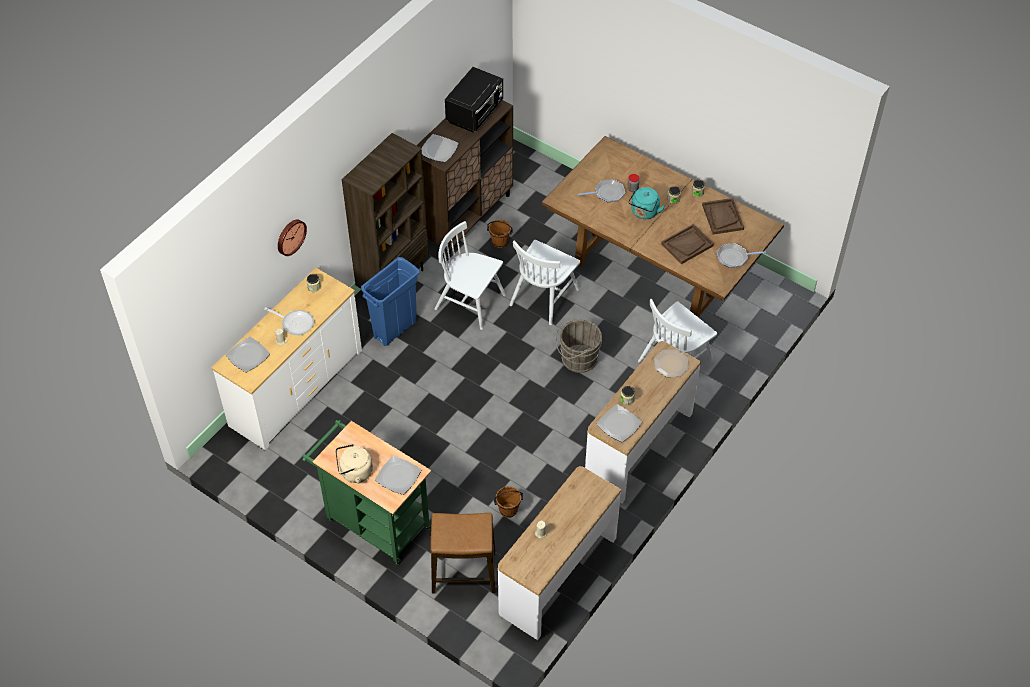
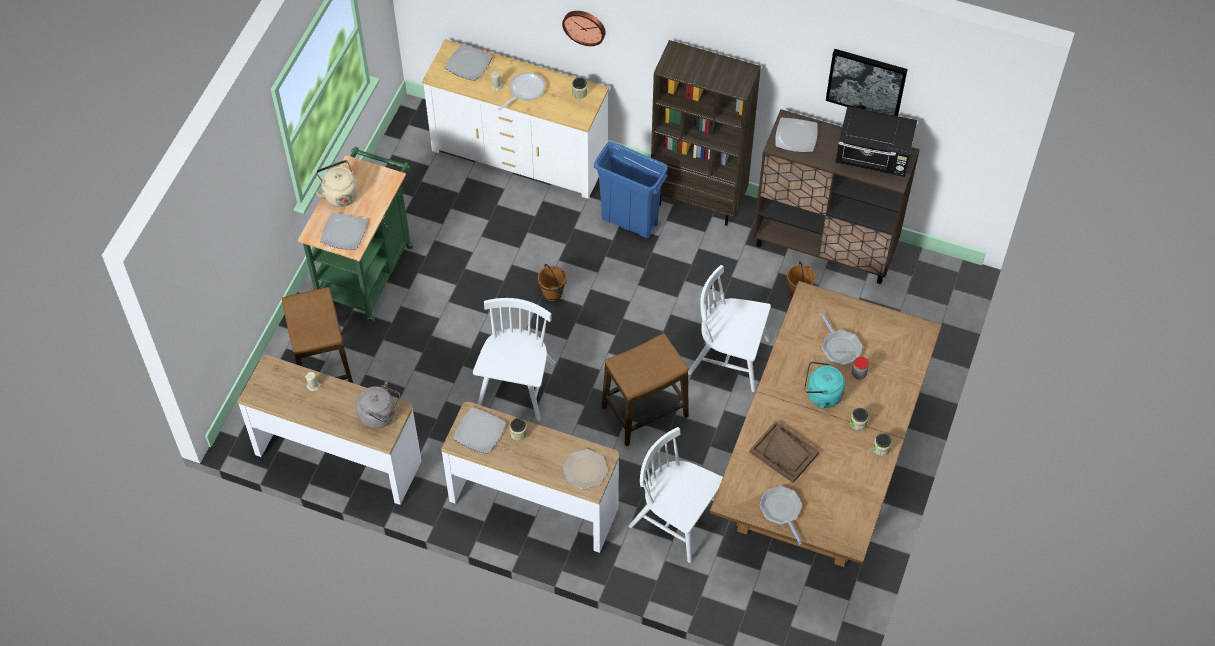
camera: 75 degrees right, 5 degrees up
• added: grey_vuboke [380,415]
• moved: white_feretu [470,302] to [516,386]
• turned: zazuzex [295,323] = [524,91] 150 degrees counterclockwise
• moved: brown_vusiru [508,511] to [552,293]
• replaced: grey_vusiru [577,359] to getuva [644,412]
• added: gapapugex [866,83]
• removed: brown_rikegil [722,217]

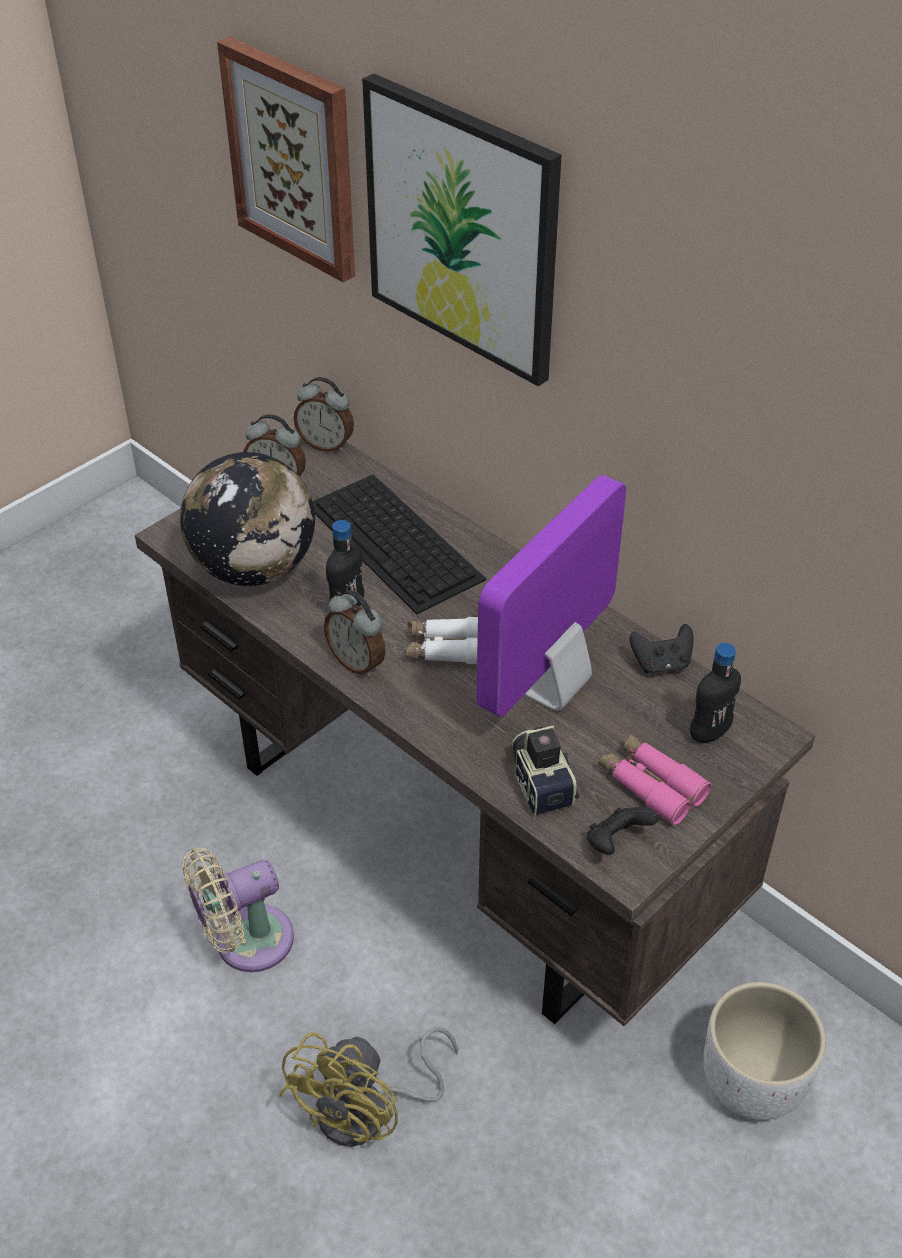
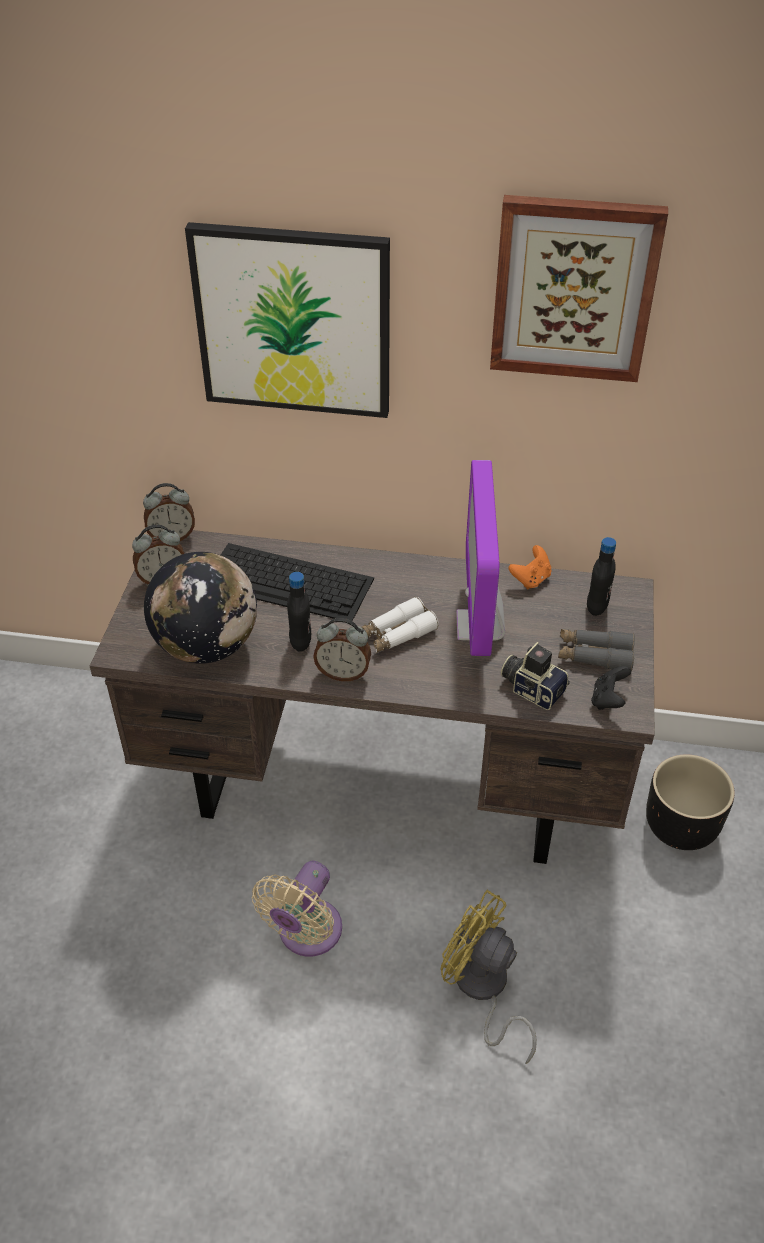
camera: 35 degrees left, 0 degrees up
• turned: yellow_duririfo [368,1112] = [482,989] 135 degrees clockwise
• moved: gapapugex [294,158] to [574,288]
• recoloured: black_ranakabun [661,664] to orange_ranakabun [531,579]
• recoloured: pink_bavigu [651,785] to grey_bavigu [594,655]
• recoloured: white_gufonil [751,1082] to black_gufonil [680,828]

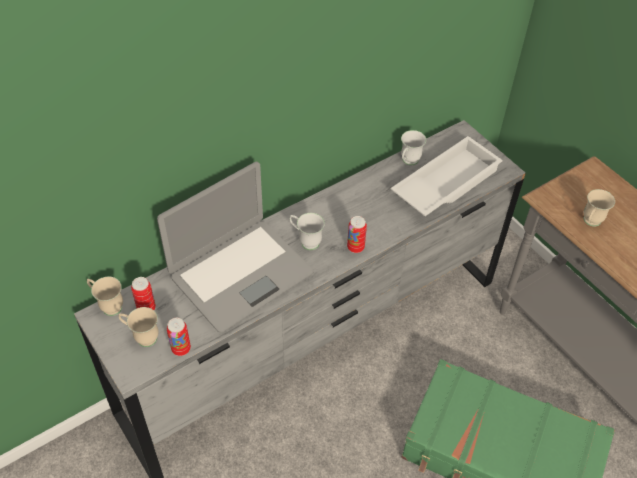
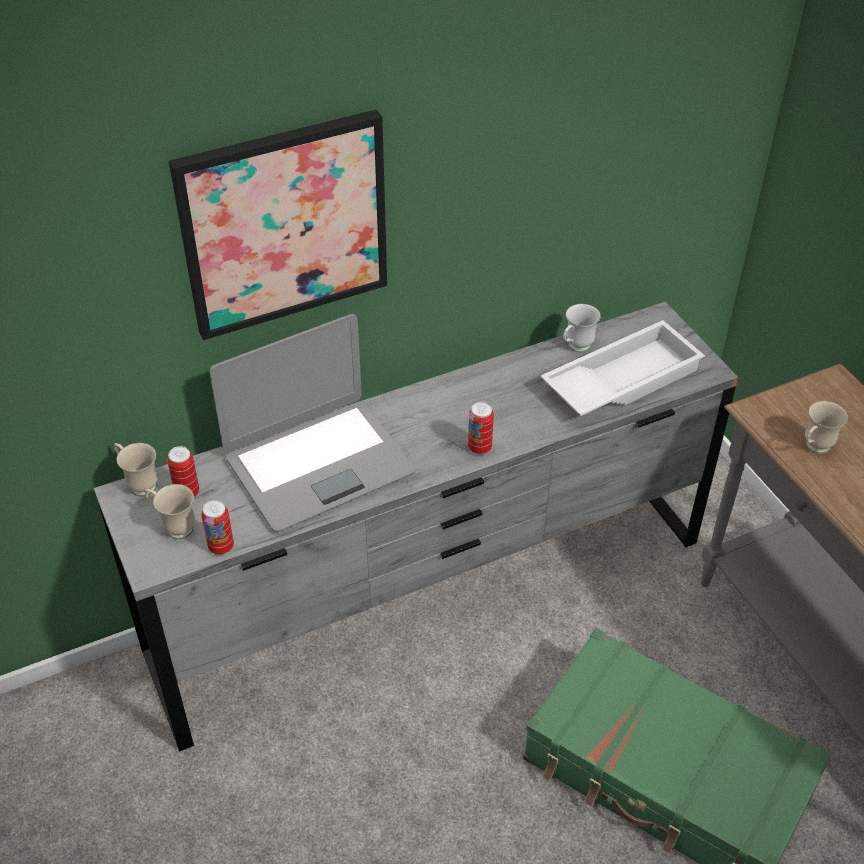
camera: 10 degrees right, 5 degrees down
• added: gapapugex [284,224]
• removed: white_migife [305,241]

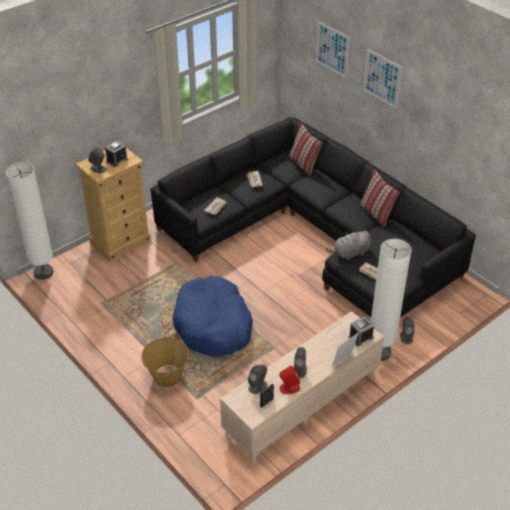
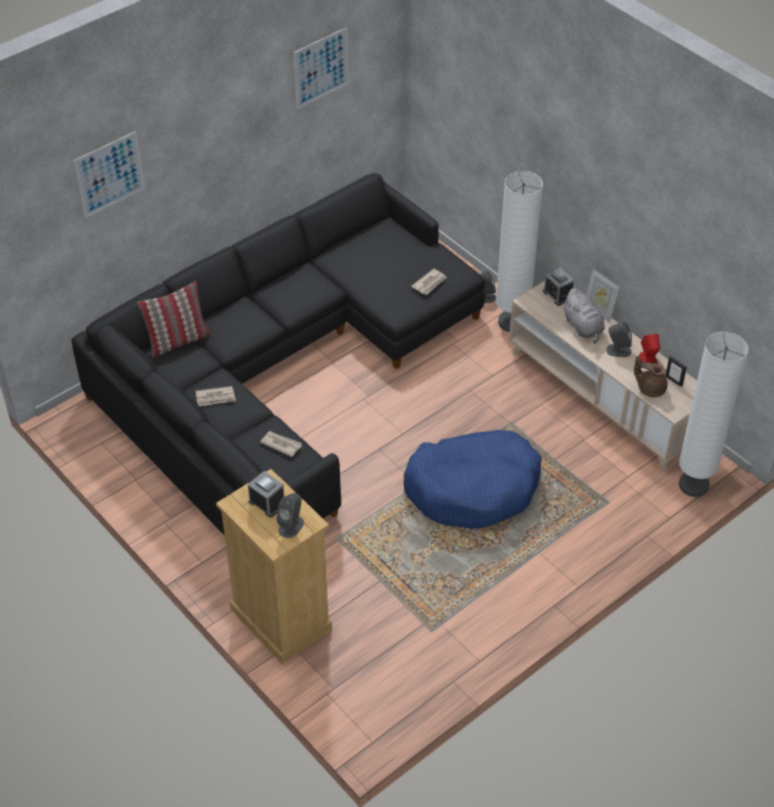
camera: 90 degrees left, 5 degrees up
• moved: gapapugex [382,78] to [321,68]
• moved: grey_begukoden [350,253] to [583,327]
• replaced: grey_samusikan [258,386] to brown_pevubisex [650,388]
• moved: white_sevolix [43,273] to [693,485]
• removed: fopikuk [167,376]
• removed: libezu [376,213]

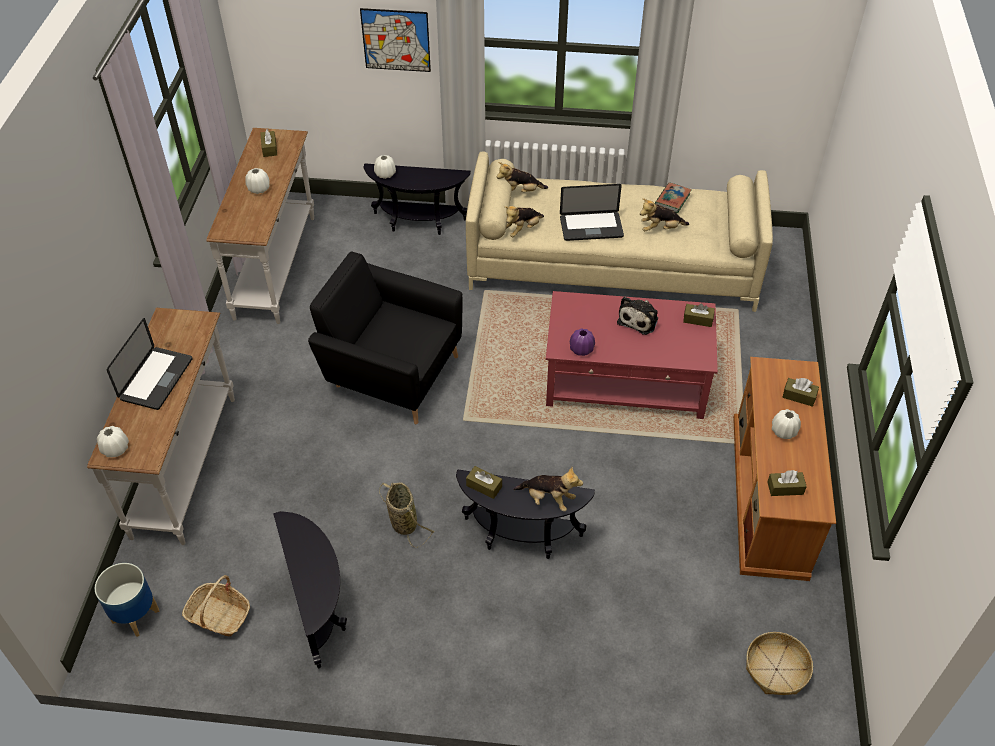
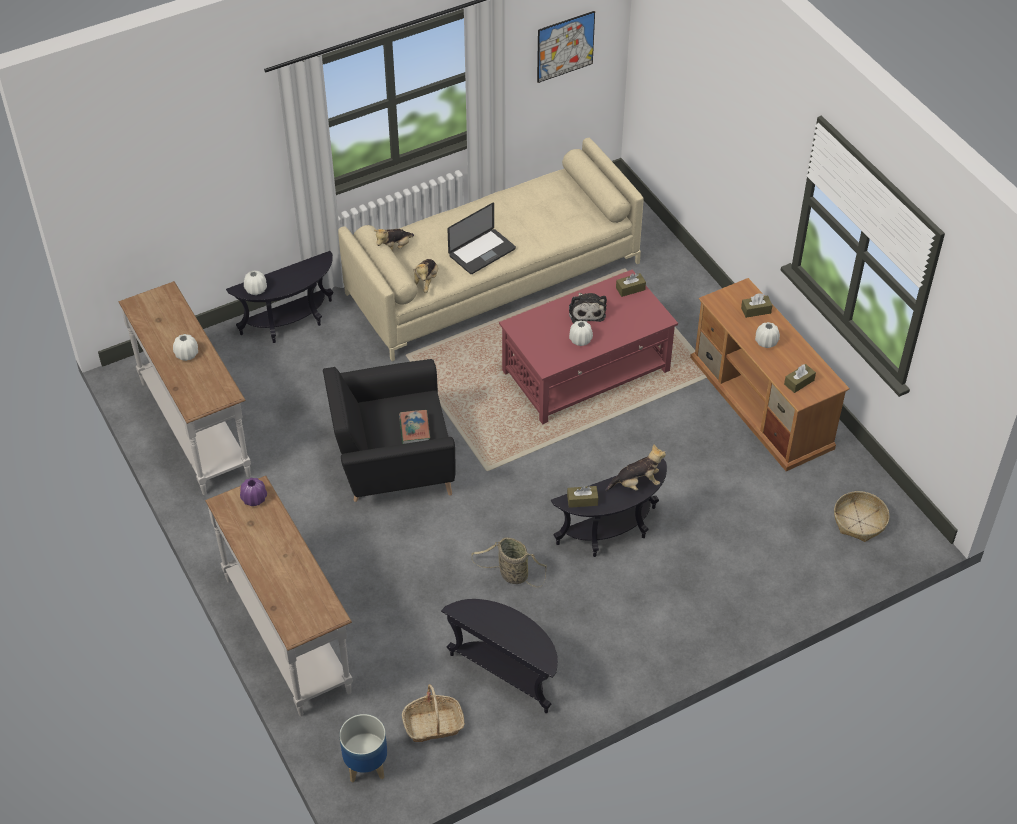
camera: 35 degrees left, 0 degrees up
• moved: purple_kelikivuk [581,349] to [254,498]
• moved: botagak [672,200] to [414,429]
• moved: gapapugex [396,40] to [565,46]
• moved: white_kelikivuk [115,449] to [580,340]
• removed: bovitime [156,379]
• removed: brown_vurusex [269,148]
• removed: begukoden [660,229]

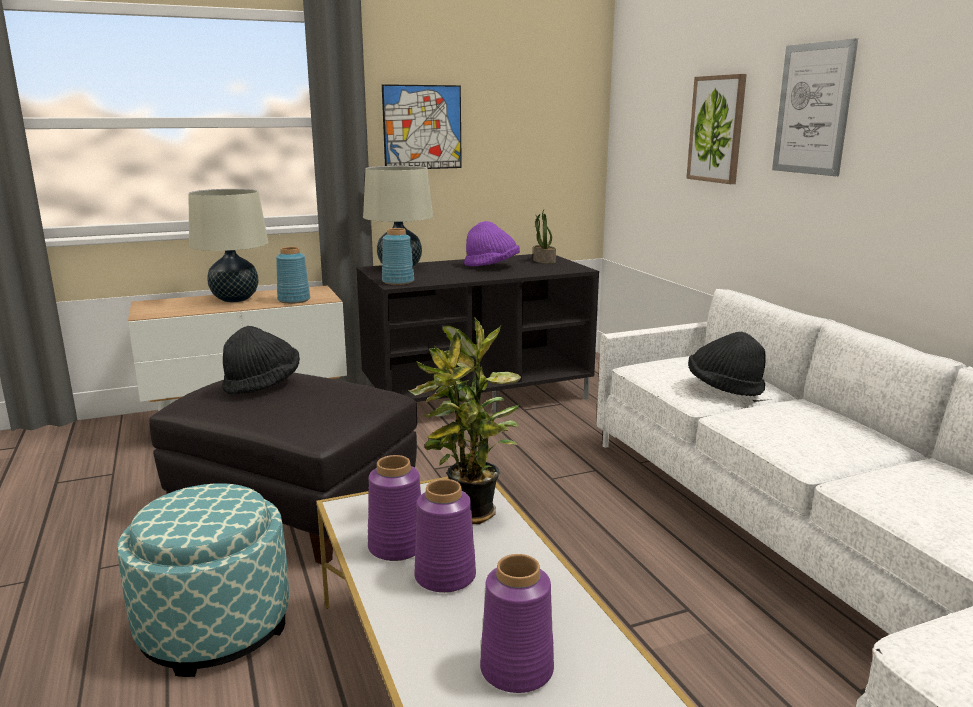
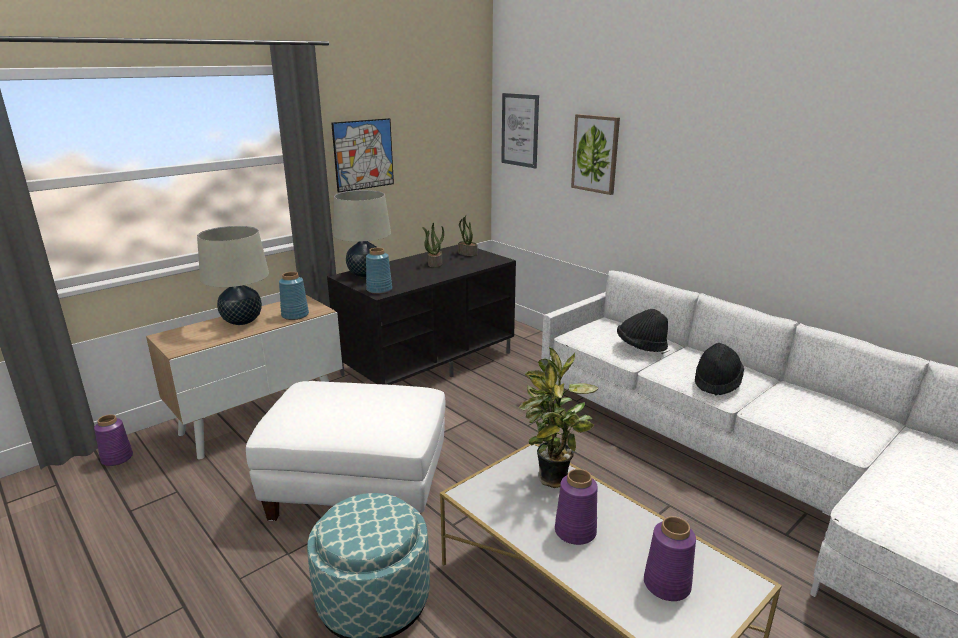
camera: 20 degrees left, 5 degrees up
• moved: purple_kelikivuk [396,547] to [116,459]
• recoloured: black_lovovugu [294,507] to white_lovovugu [358,488]
• replaced: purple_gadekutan [492,266] to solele [434,264]
• moved: gapapugex [813,109] to [520,130]
• moved: black_gadekutan [262,384] to [717,382]

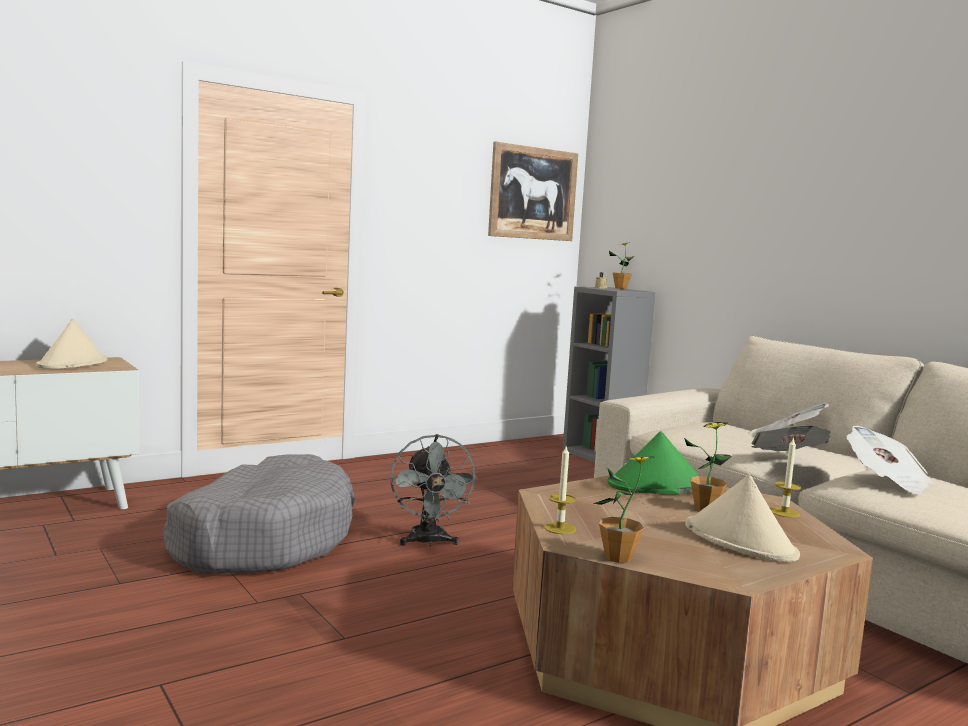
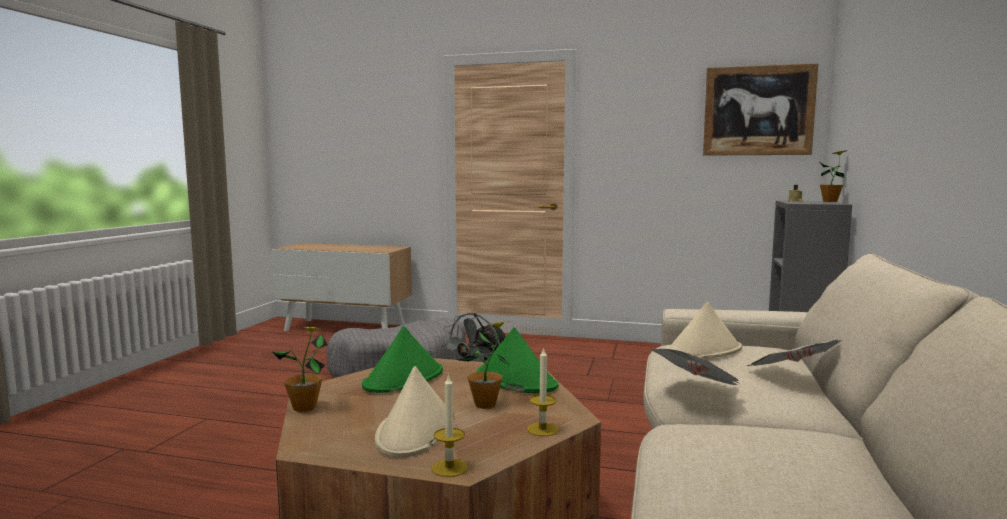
camera: 50 degrees right, 0 degrees up
• added: green_gadekutan [404,379]
• moved: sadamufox [560,528] to [449,468]
• moved: beige_gadekutan [73,364] to [704,351]
• removed: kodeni [887,482]

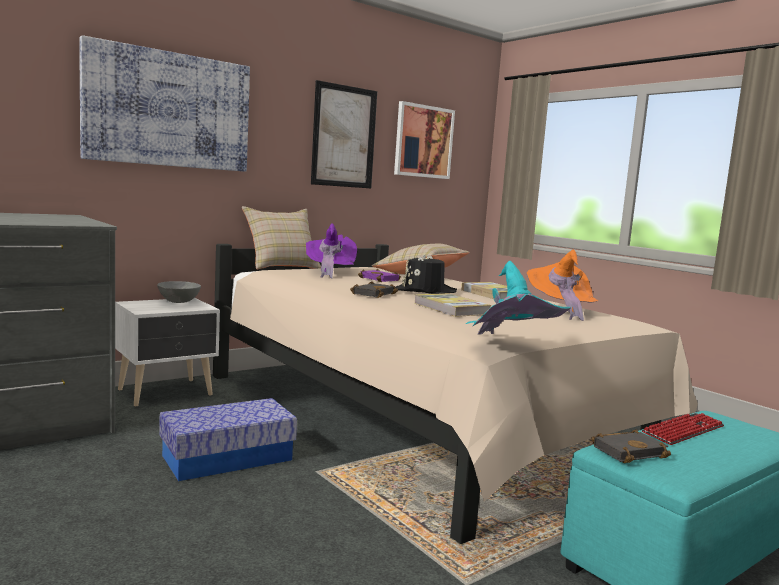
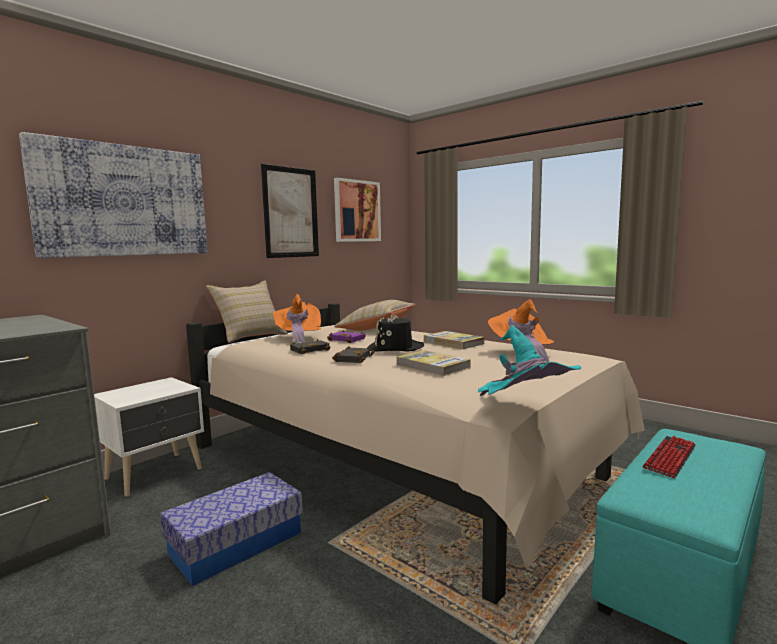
camera: 10 degrees left, 0 degrees up
• recoloured: purple_gadekutan [329,273] to orange_gadekutan [298,338]
• moved: black_botagak [628,451] to [310,350]
• removed: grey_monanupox [179,301]

